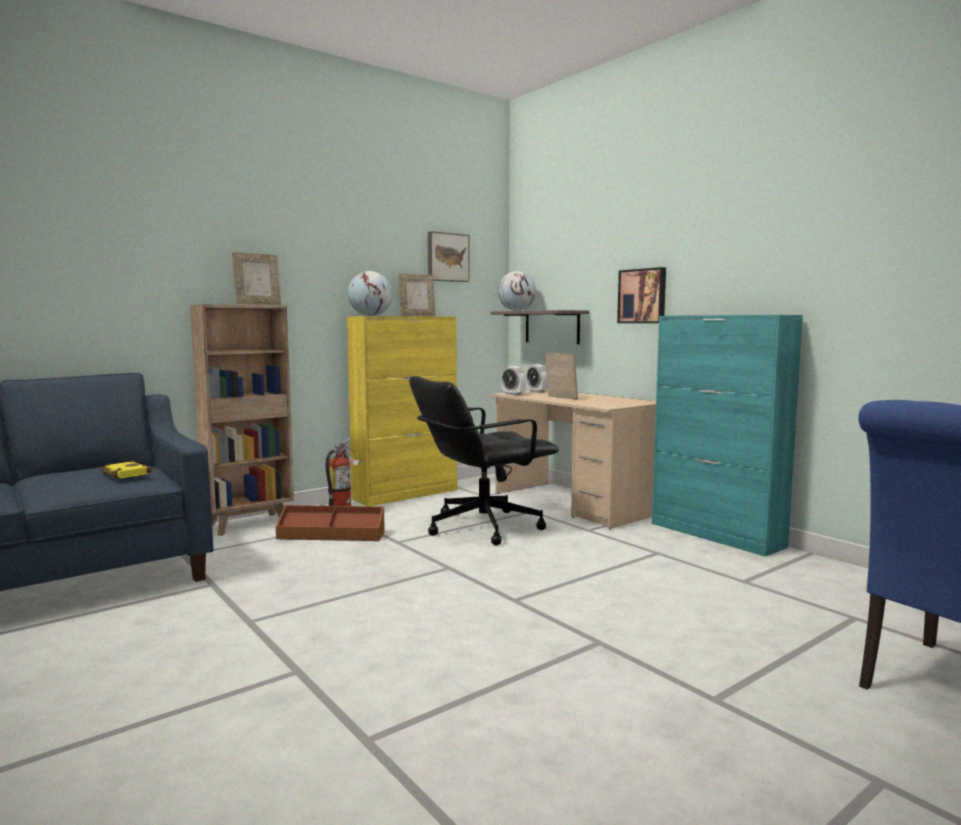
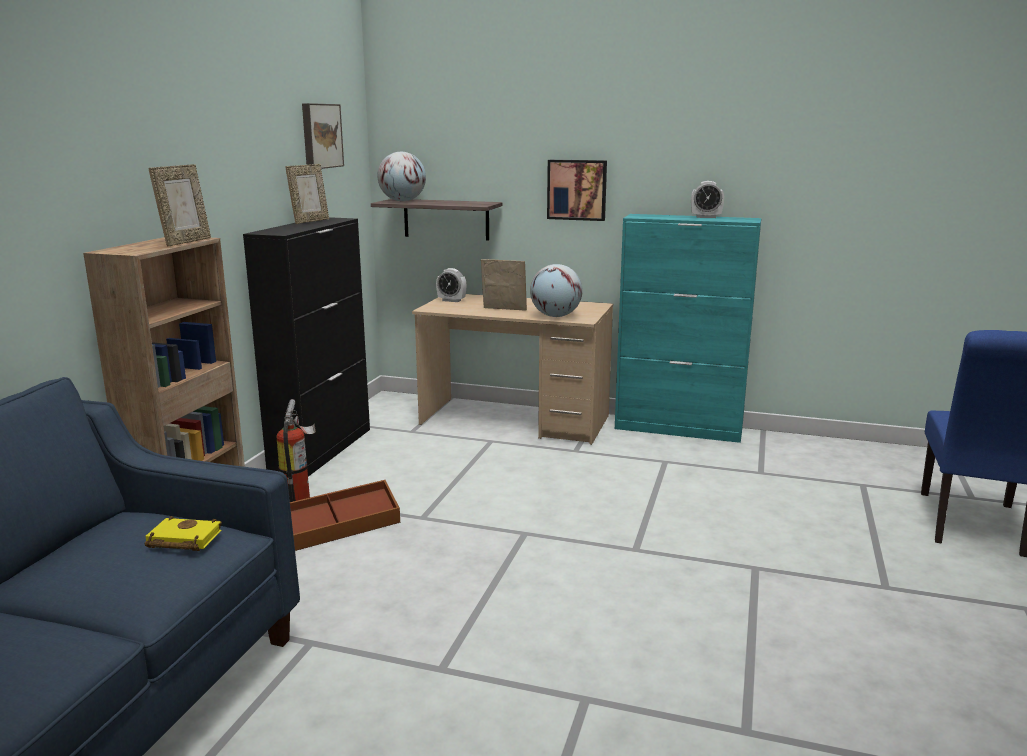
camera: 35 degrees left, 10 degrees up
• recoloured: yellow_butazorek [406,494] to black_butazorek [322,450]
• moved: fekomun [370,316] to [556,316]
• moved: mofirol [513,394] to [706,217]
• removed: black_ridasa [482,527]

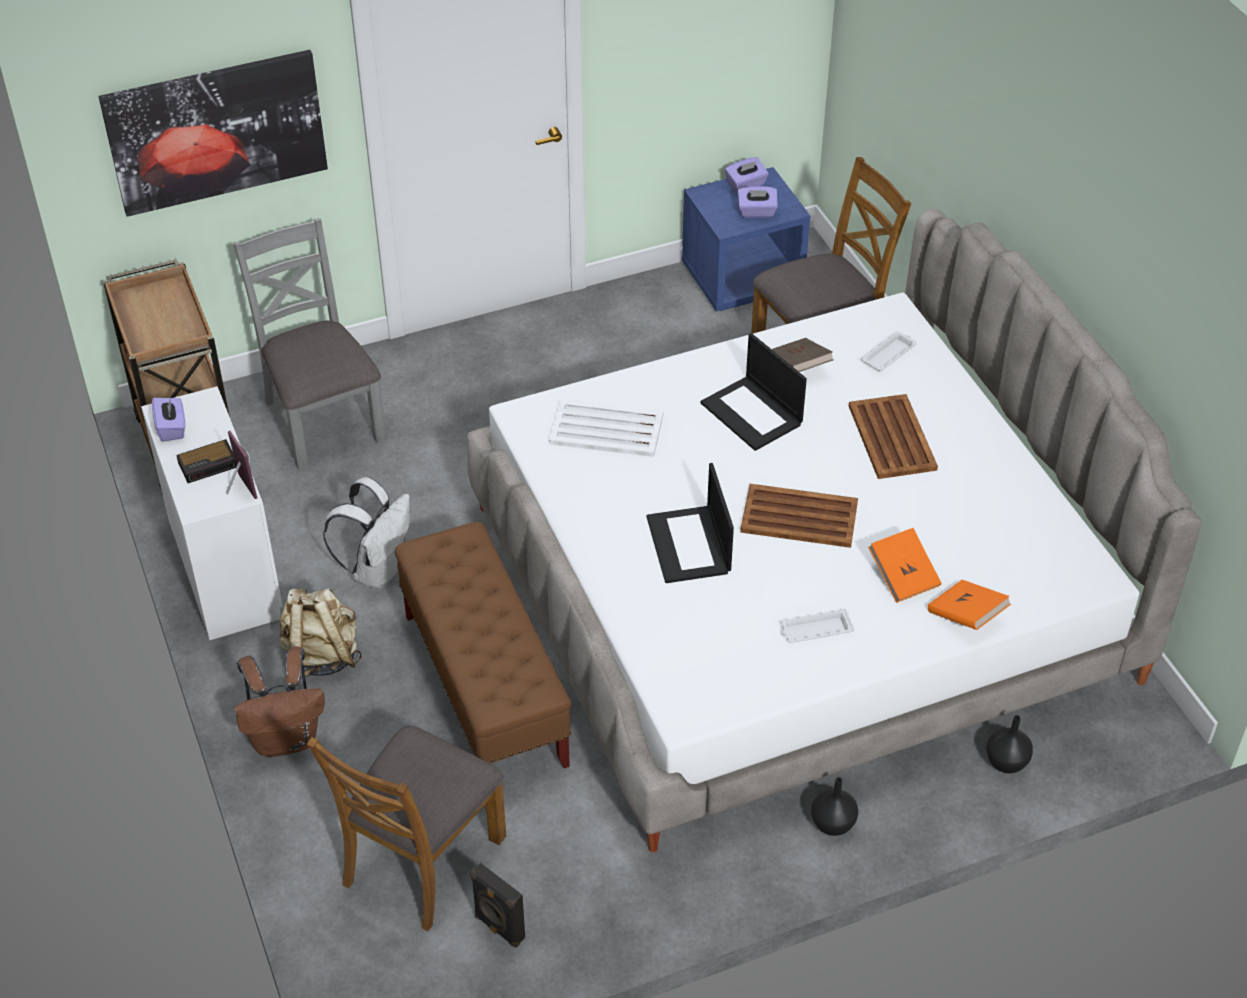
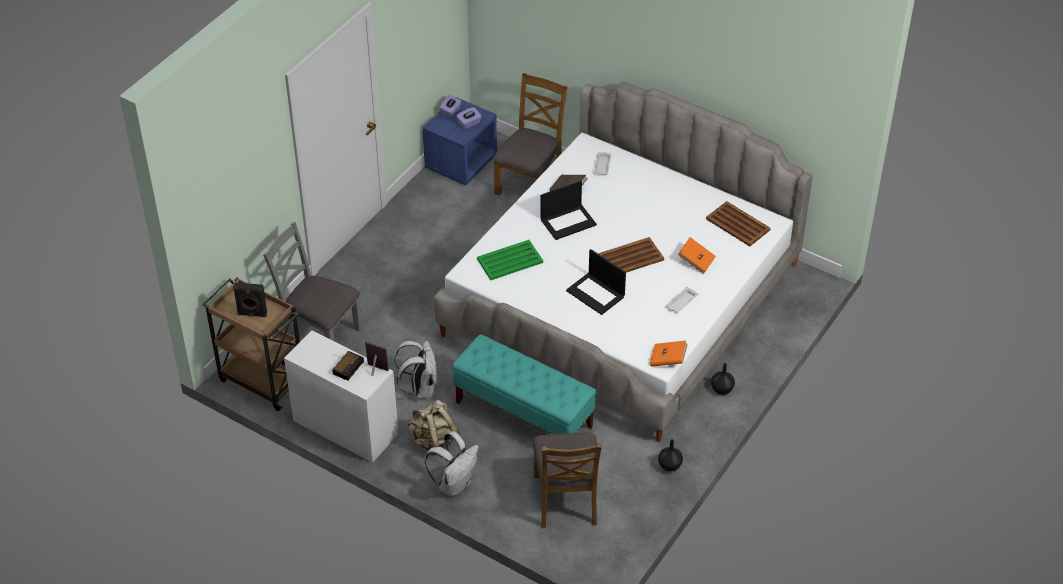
camera: 35 degrees left, 0 degrees up
• moved: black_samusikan [498,928] to [252,314]
• recoloured: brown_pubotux [286,738] to white_pubotux [454,484]
• recoloured: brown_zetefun [485,690] to turquoise_zetefun [524,415]
• recoloured: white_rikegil [605,429] to green_rikegil [509,261]
• turned: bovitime [753,414] = [568,221] 45 degrees counterclockwise
• moved: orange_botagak [966,616] to [668,360]
• moved: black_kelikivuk [1006,763] to [670,466]
• moved: brown_rikegil [892,437] to [737,224]
• removed: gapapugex [216,131]
• removed: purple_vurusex [172,428]

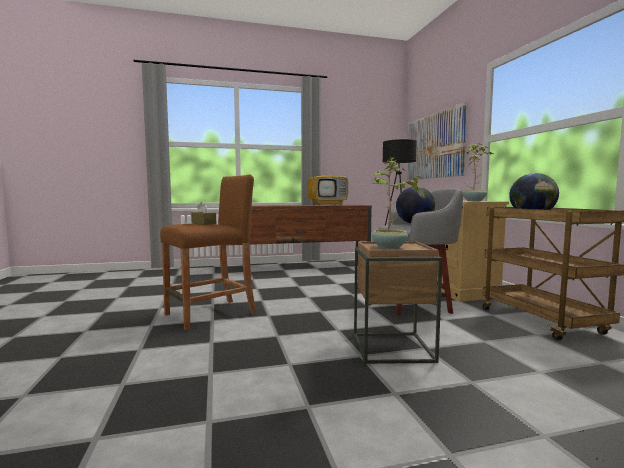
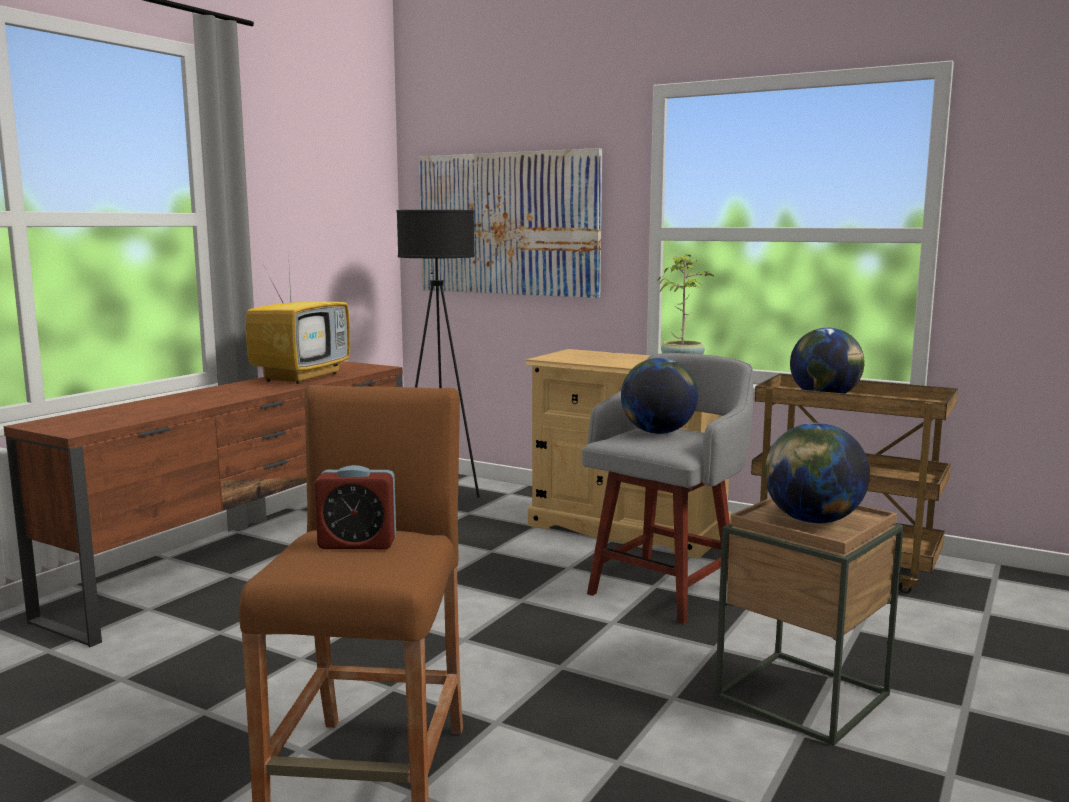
camera: 45 degrees left, 5 degrees up
• replaced: brown_vurusex [203,223] to mofirol [357,544]
• replaced: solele [389,247] to fekomun [812,521]

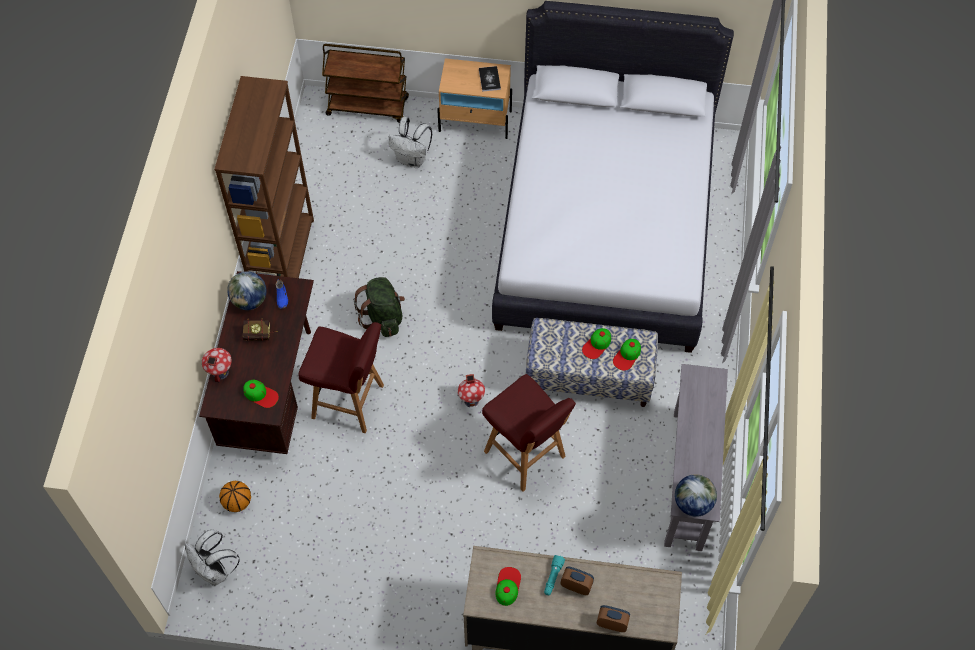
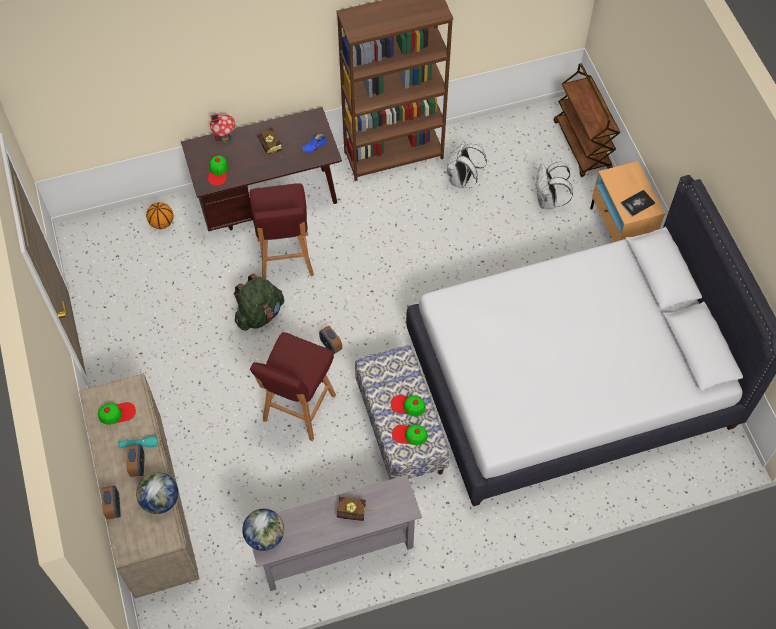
camera: 65 degrees right, 0 degrees up
• moved: fekomun [250,301] to [160,500]
• moved: green_pubotux [383,317] to [260,314]
• replaced: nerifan [471,400] to mofirol [331,346]
• added: botagak [355,513]
• moved: white_pubotux [215,571] to [462,180]

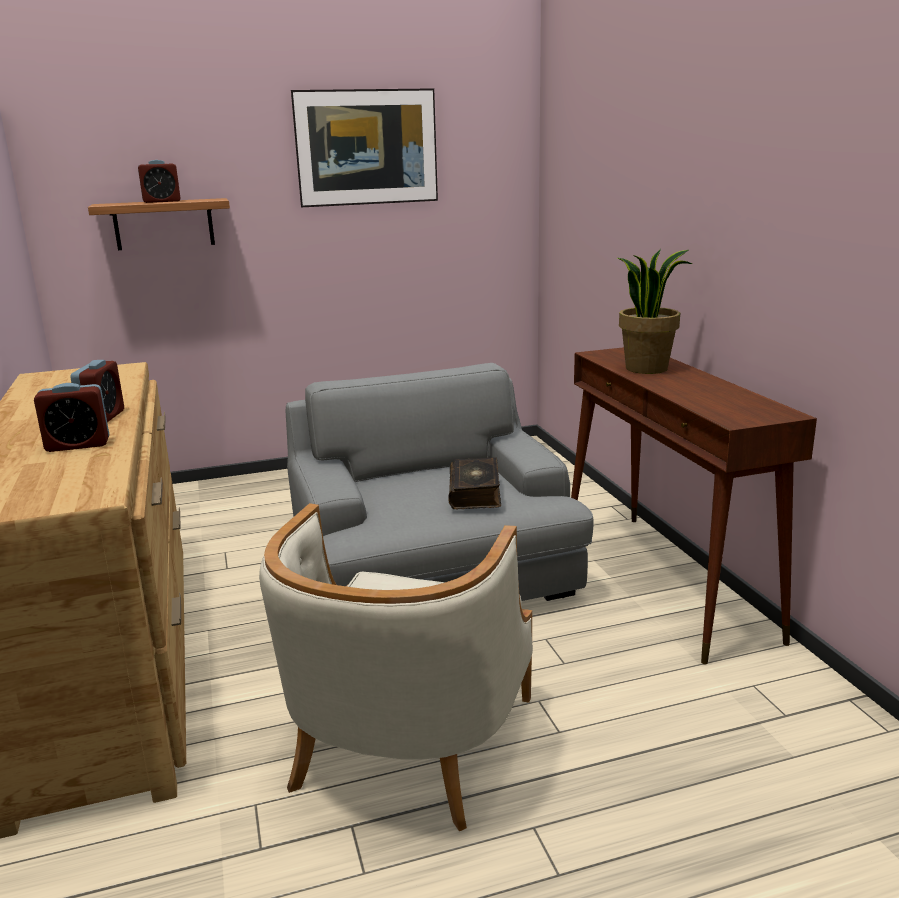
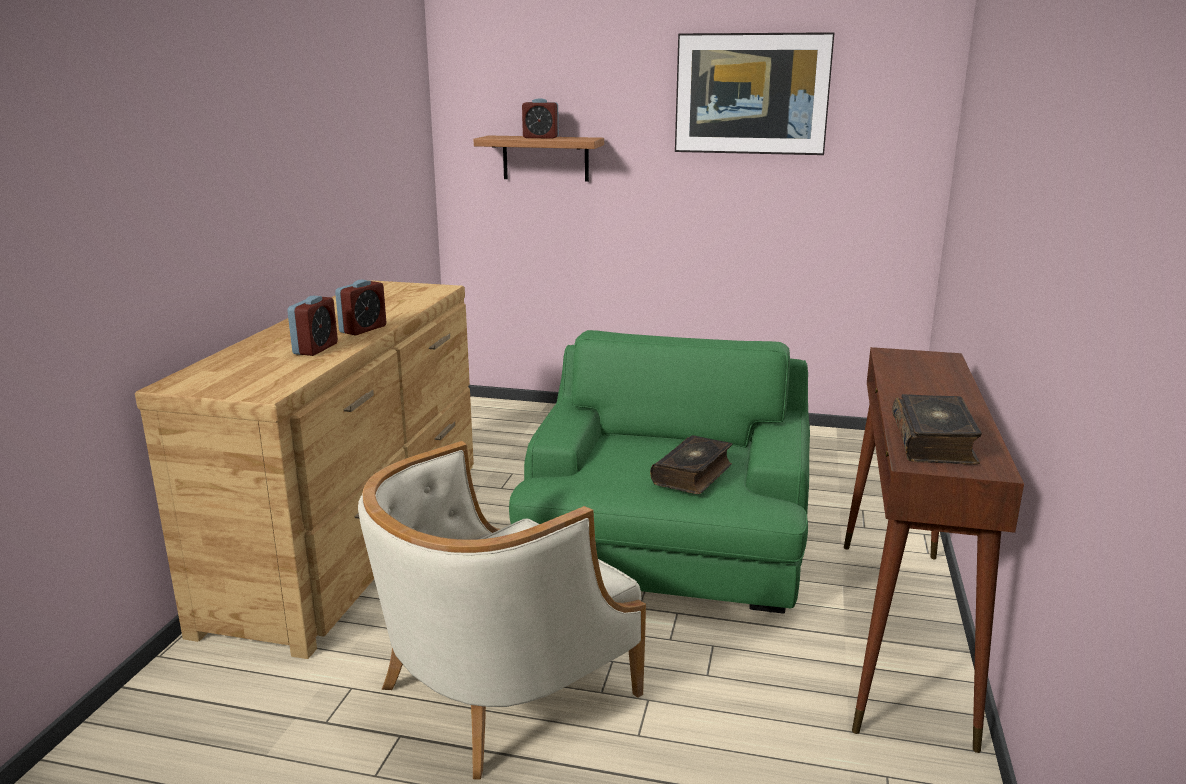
camera: 30 degrees right, 0 degrees up
• turned: mofirol [78,445] = [315,349] 90 degrees counterclockwise
• recoloured: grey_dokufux [435,577] to green_dokufux [666,551]
• added: botagak [934,442]
• removed: solele [647,368]

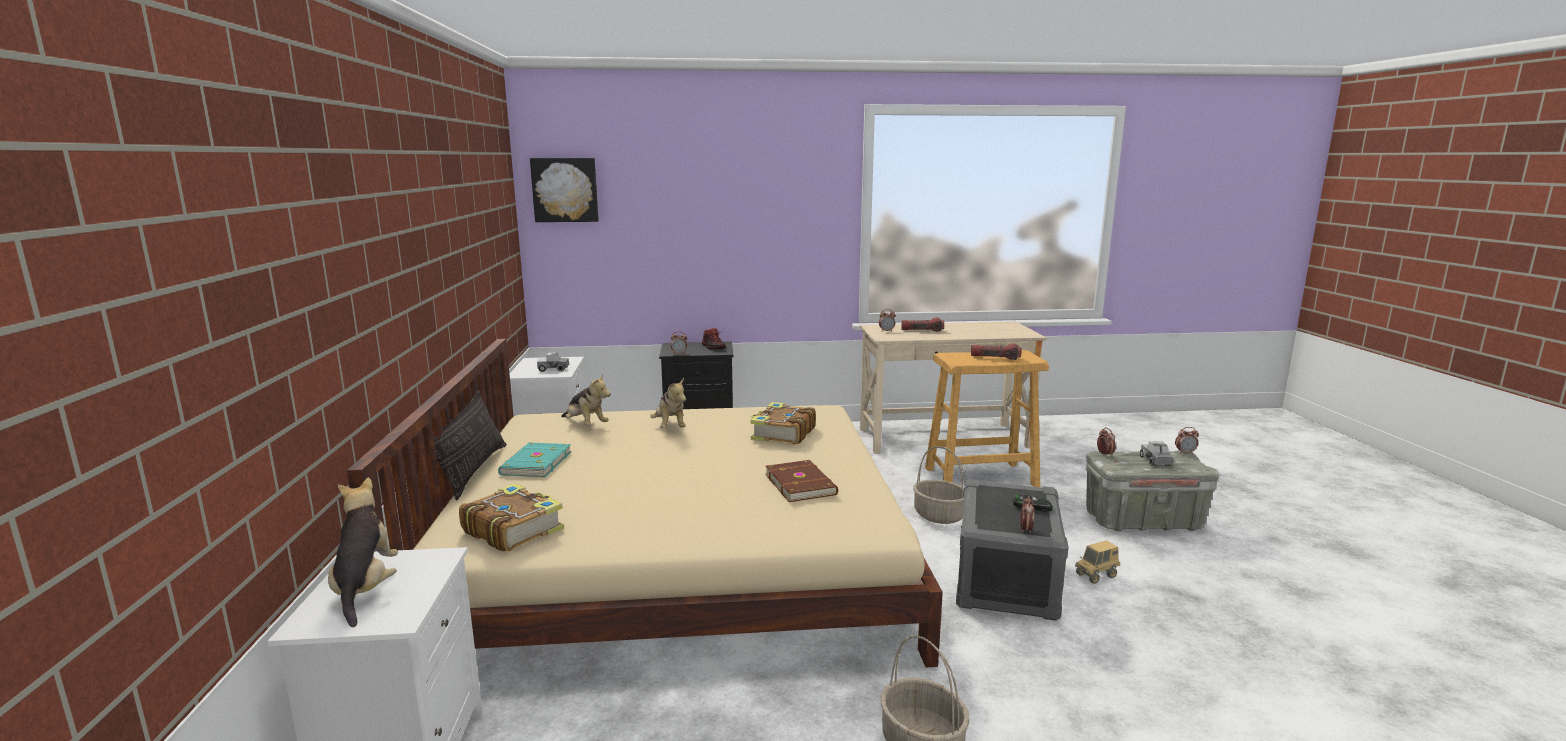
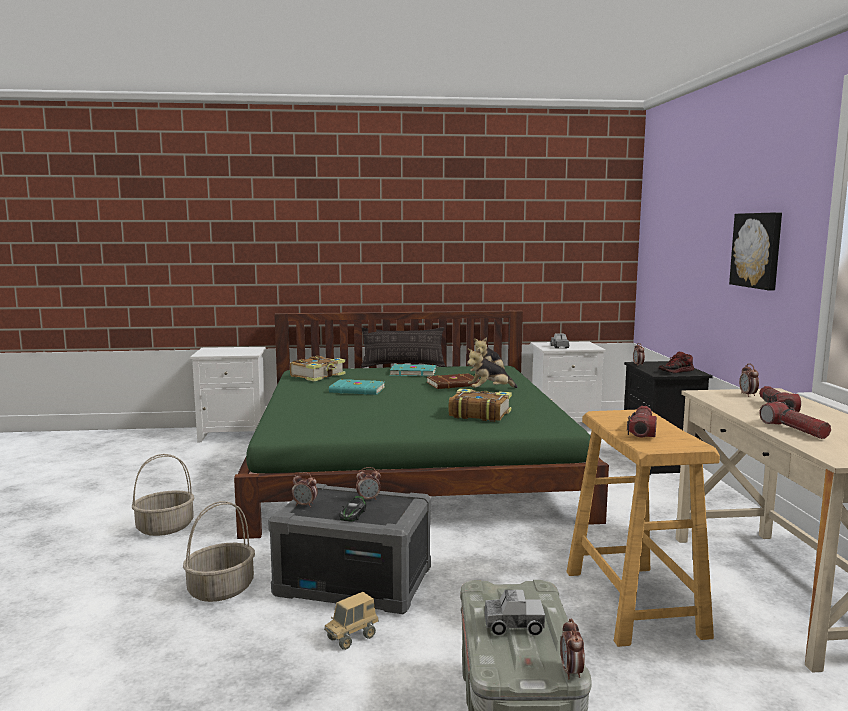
camera: 90 degrees right, 5 degrees down
• moved: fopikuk [938,515] to [221,589]
• recoloured: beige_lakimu [677,556] to green_lakimu [410,465]
• turned: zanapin [1096,576] = [352,638] 105 degrees counterclockwise
• added: turquoise_botagak [357,390]
• moved: mofirol [1104,454] to [368,499]
• moved: brown_botagak [801,484] to [454,384]
• moved: gapapugex [565,190] to [758,250]
• added: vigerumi [793,430]
• removed: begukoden [365,588]

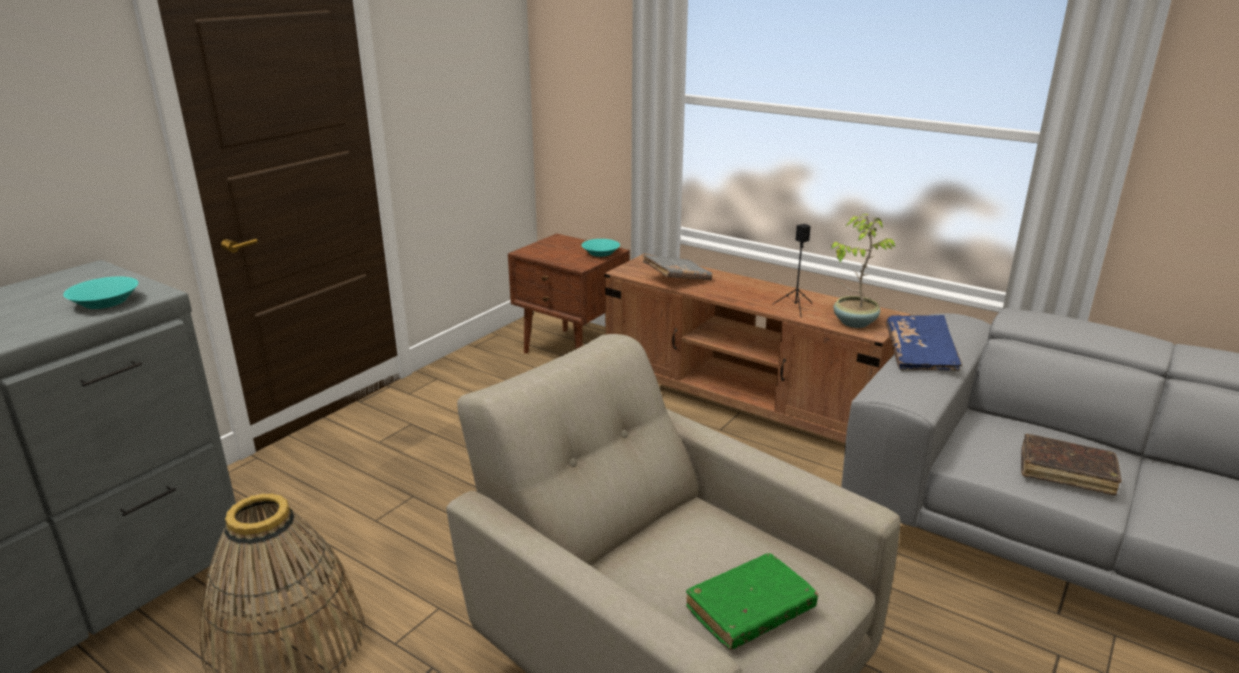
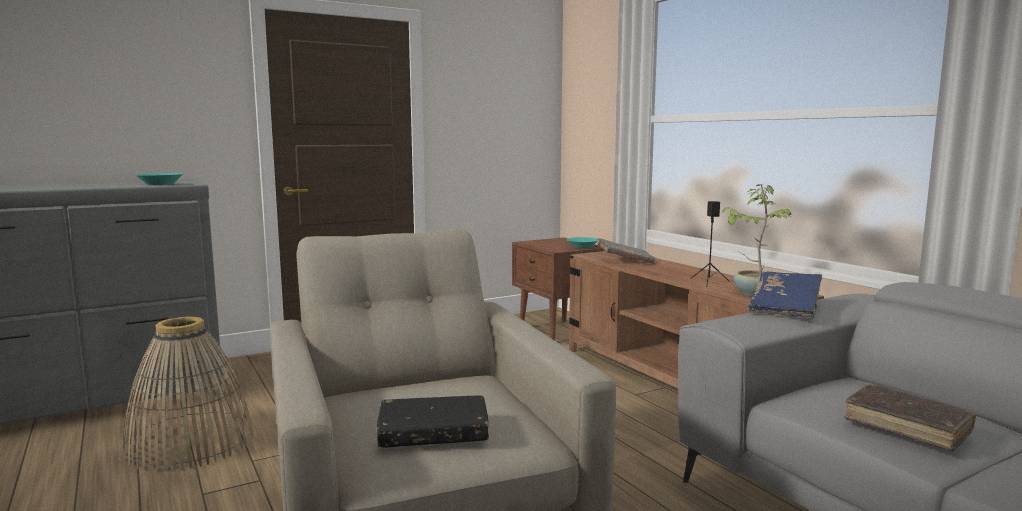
camera: 25 degrees right, 15 degrees down
• recoloured: green_botagak [750,610] to black_botagak [433,433]

